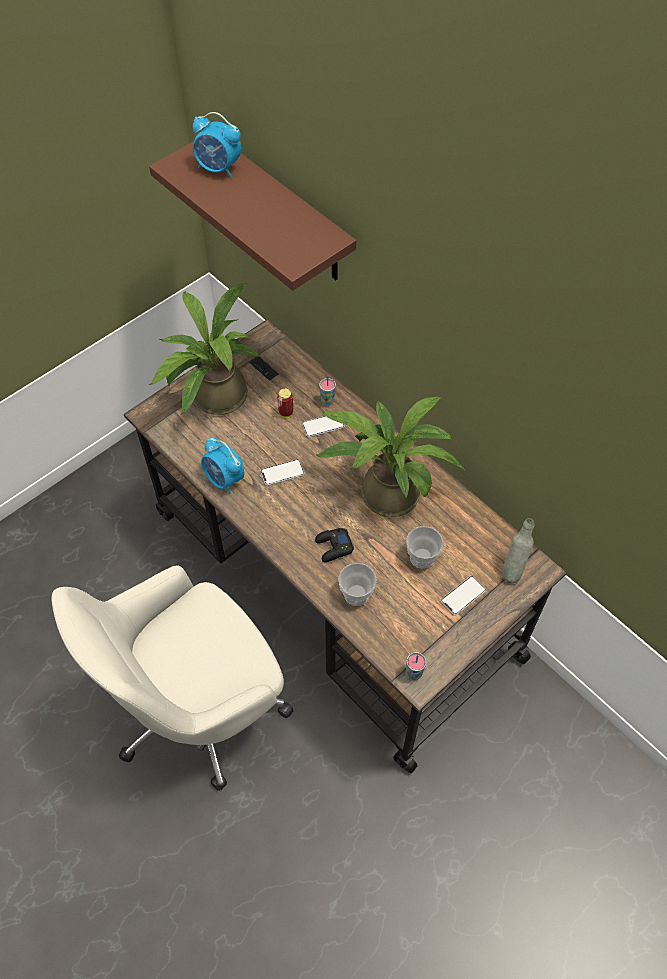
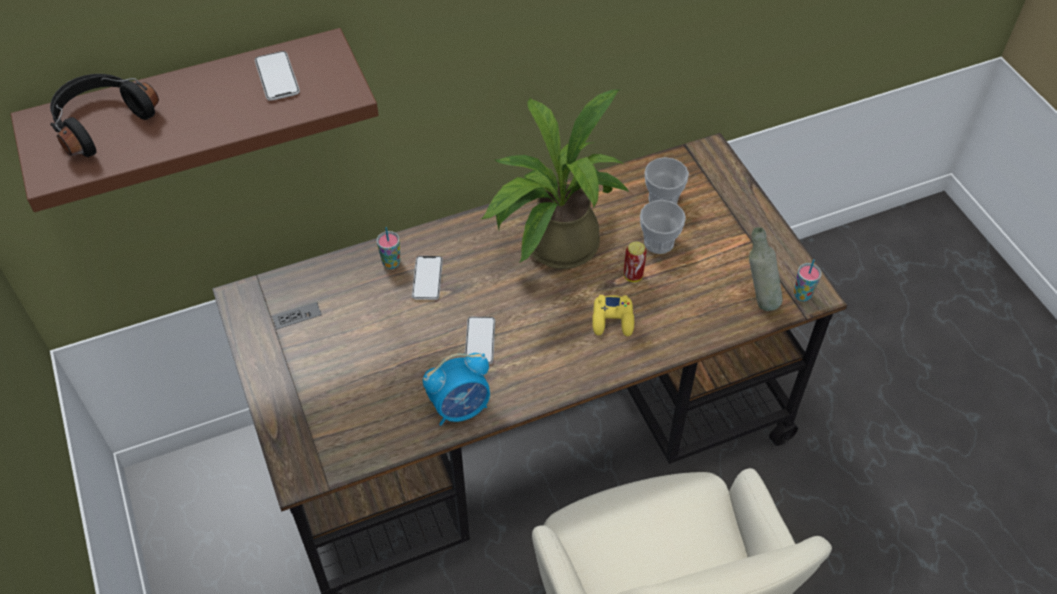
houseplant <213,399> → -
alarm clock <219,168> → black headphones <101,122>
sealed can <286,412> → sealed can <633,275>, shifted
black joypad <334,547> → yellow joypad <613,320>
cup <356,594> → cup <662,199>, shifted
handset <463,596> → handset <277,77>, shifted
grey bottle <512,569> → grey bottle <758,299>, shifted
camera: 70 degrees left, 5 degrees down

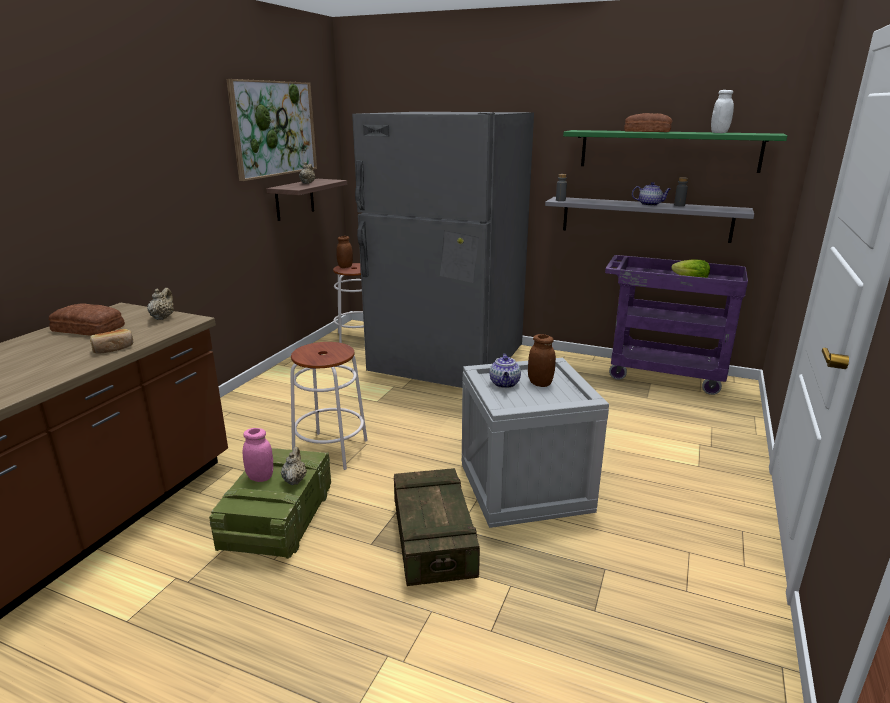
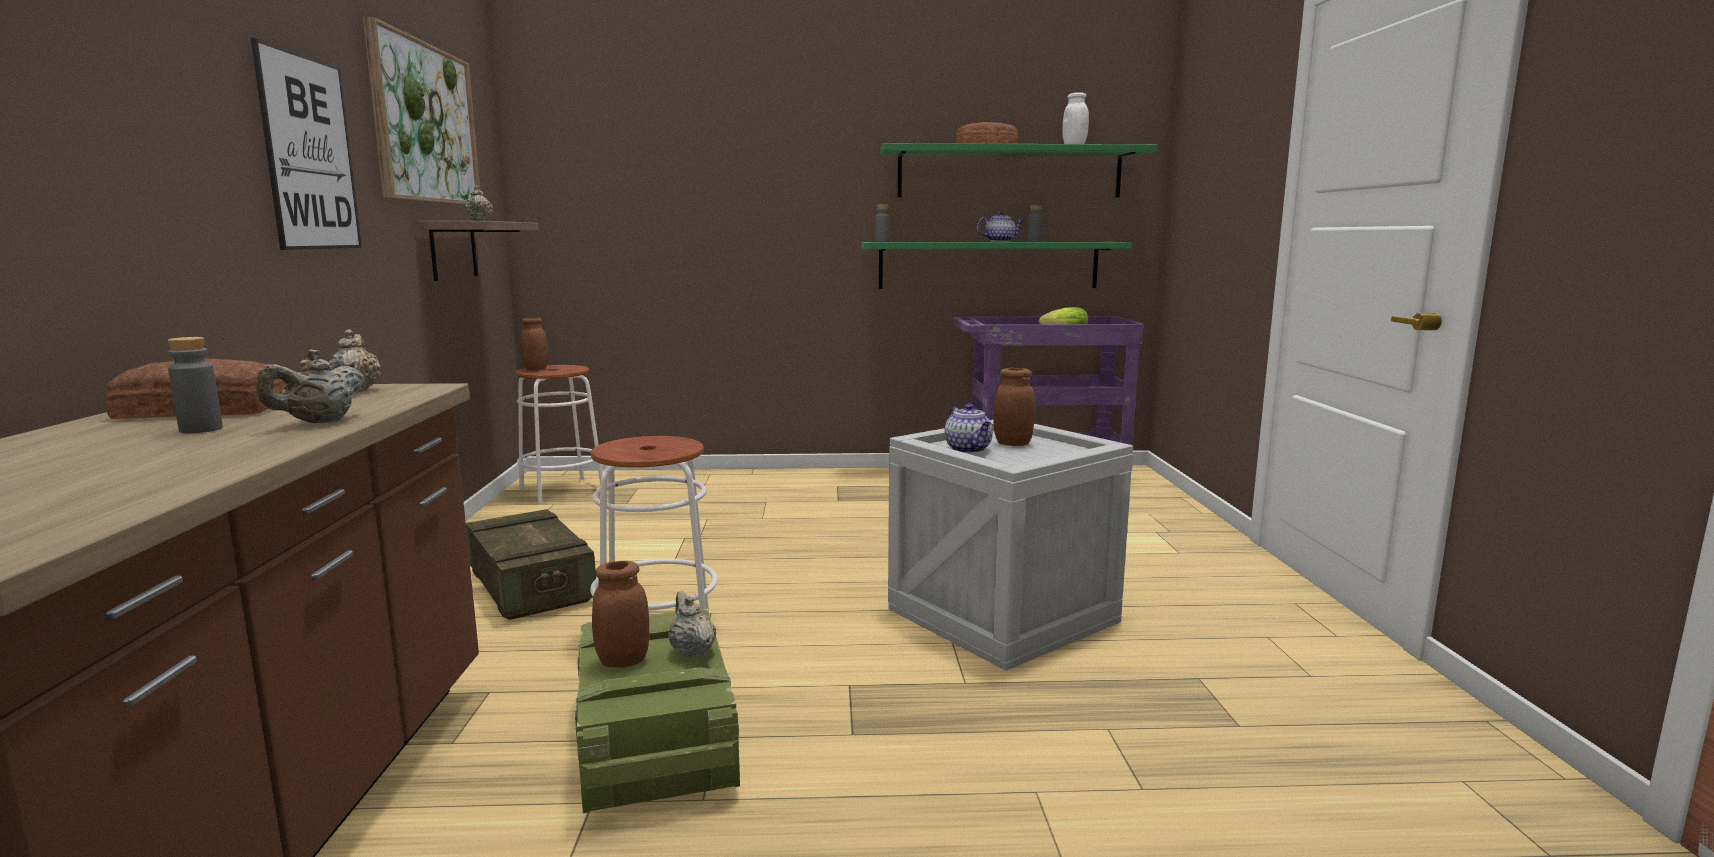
baked bread <113,348> → beige pot for tea <319,422>
pinkish preserve jar <260,477> → brown preserve jar <623,661>
grey refrigerator <448,360> → -
packing crate <433,541> → packing crate <531,587>, shifted
grey bracket shelf <645,219> → green bracket shelf <988,265>
- → grey bottle <201,429>
- → wall picture <309,153>
camera: 25 degrees left, 10 degrees down

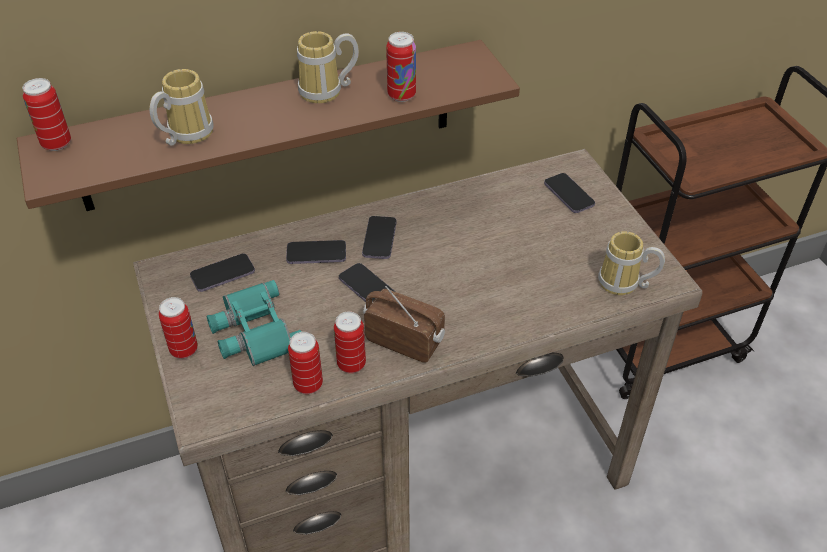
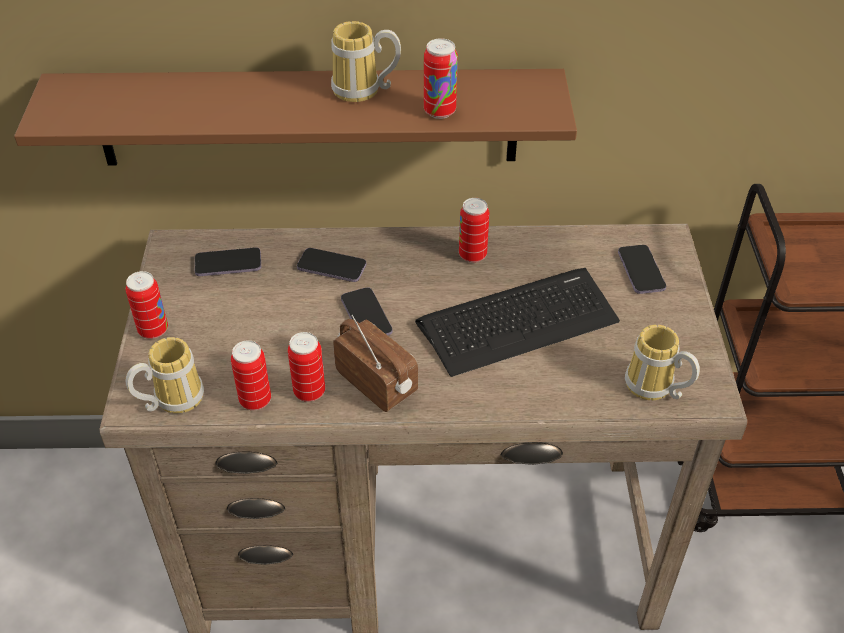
sealed can <56,144> → sealed can <472,255>, shifted
mug <185,135> → mug <172,398>, shifted
turquoise-coloured pair of binoculars <253,330> → -
handset <379,239> → -
- → keyboard <518,321>
camera: 20 degrees right, 0 degrees up

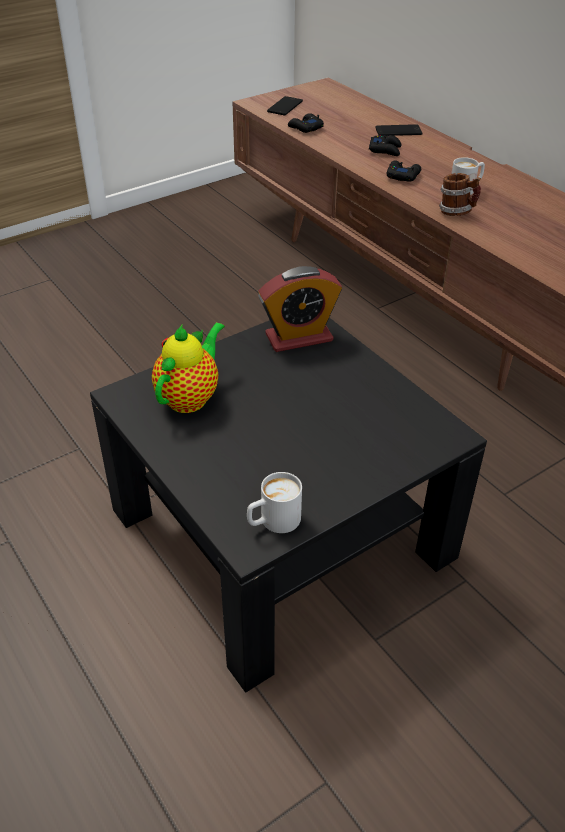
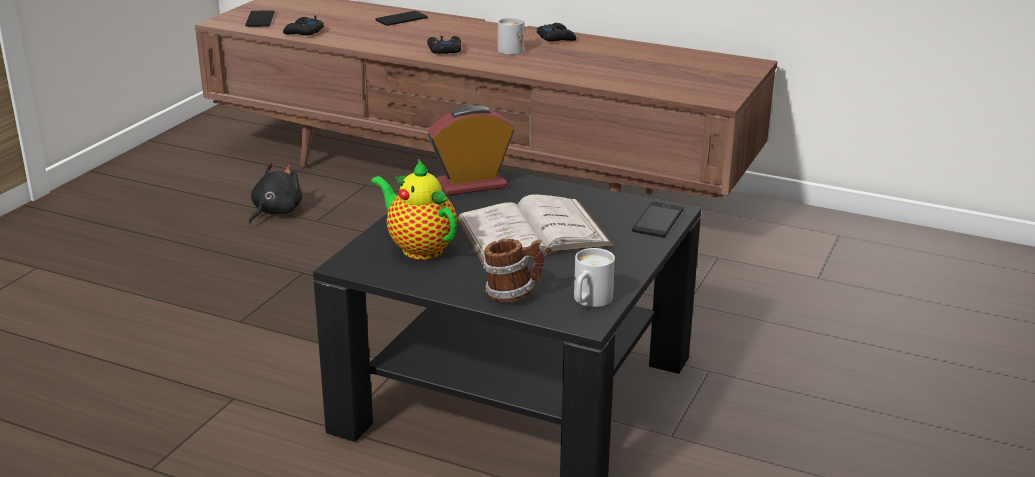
pot for tea <190,397> → pot for tea <419,248>, 45 degrees counterclockwise
alarm clock <299,337> → alarm clock <471,185>, 150 degrees counterclockwise
black joypad <385,150> → black joypad <556,38>, shifted
mug <457,212> → mug <513,294>, shifted
- → black plush toy <275,212>
- → white volume <533,232>
- → handset <658,220>
camera: 30 degrees left, 15 degrees down

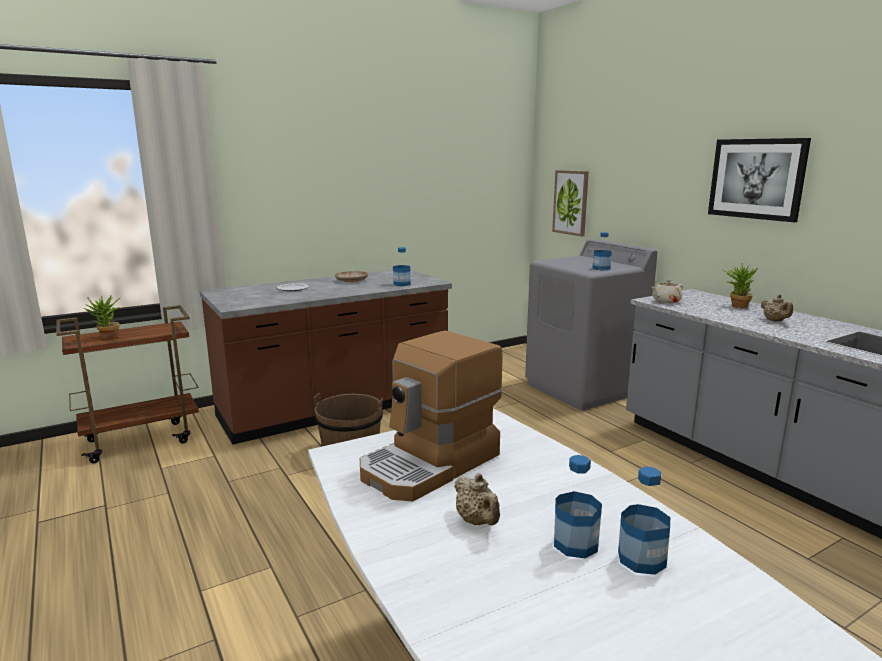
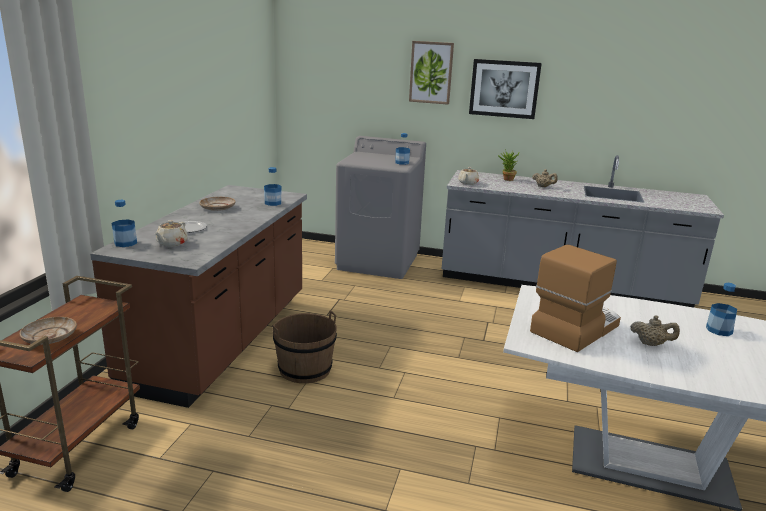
houseplant <107,338> → beige plate <49,337>
coffee maker <431,465> → coffee maker <574,328>, 135 degrees counterclockwise
wall picture <571,202> → wall picture <431,72>, shifted
bottle <575,544> → bottle <125,243>, shifted
- → beige pot for tea <171,243>
camera: 45 degrees left, 5 degrees up

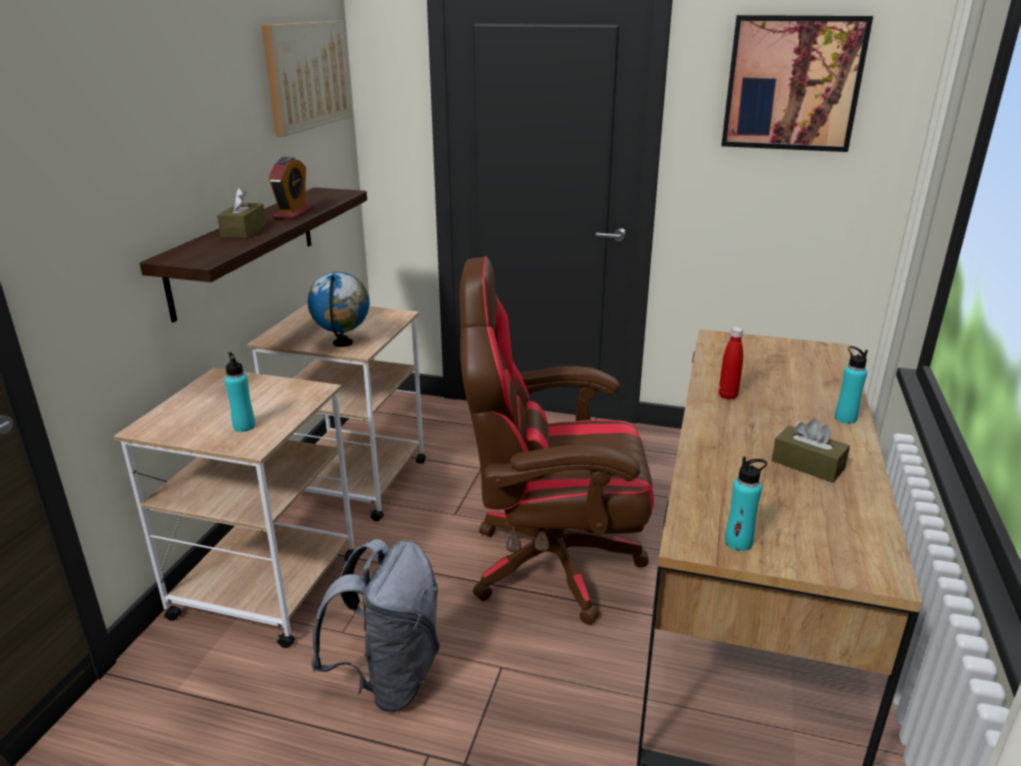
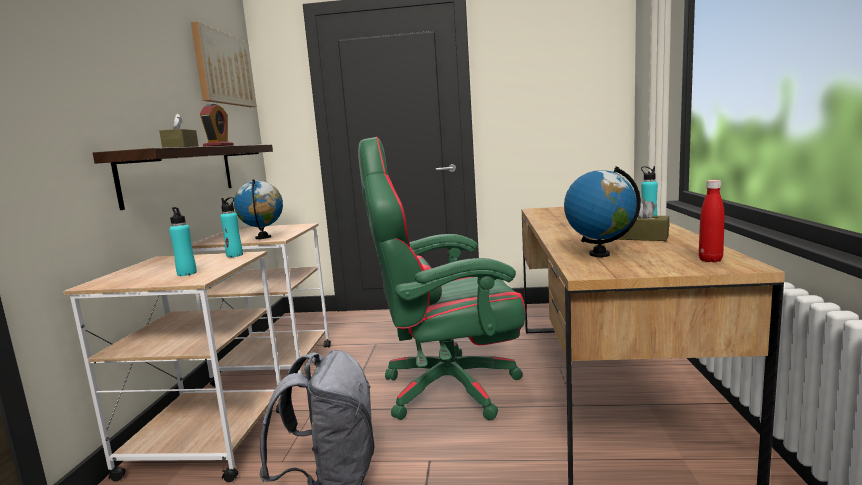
brown office chair <554,562> → green office chair <450,387>
reddish bottle <727,396> → reddish bottle <710,260>, shifted
wall picture <792,83> → -
turquoise-coloured bottle <738,542> → turquoise-coloured bottle <234,255>, shifted
- → globe <599,254>
camera: 10 degrees left, 15 degrees down

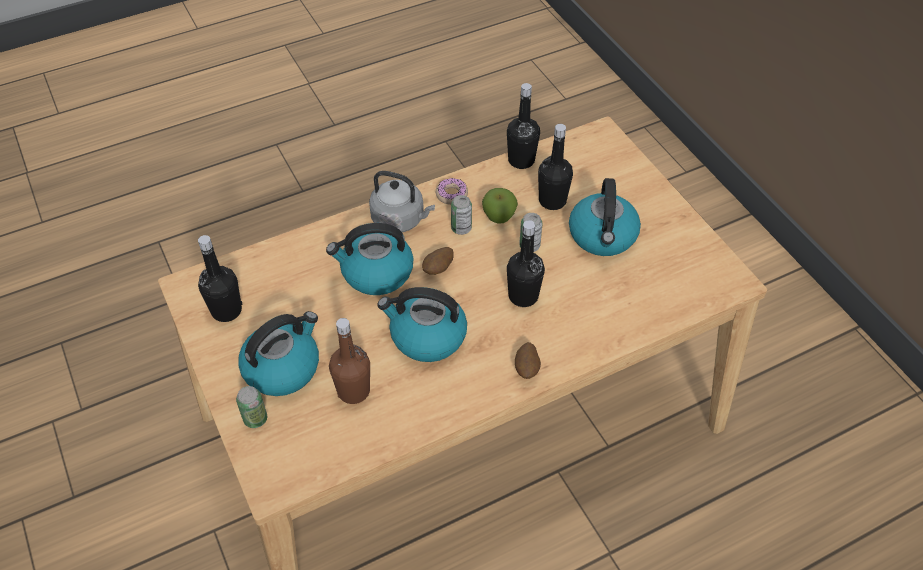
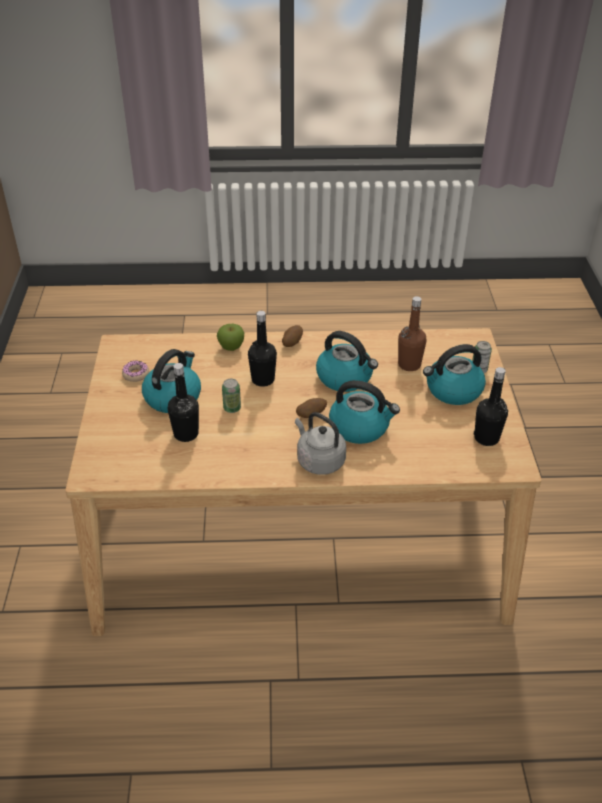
donut <451,194> → donut <136,374>, shifted
sealed can <461,228> → -
whole apple <499,217> → whole apple <231,347>, shifted
black bottle <521,160> → -
camera: 155 degrees left, 10 degrees down

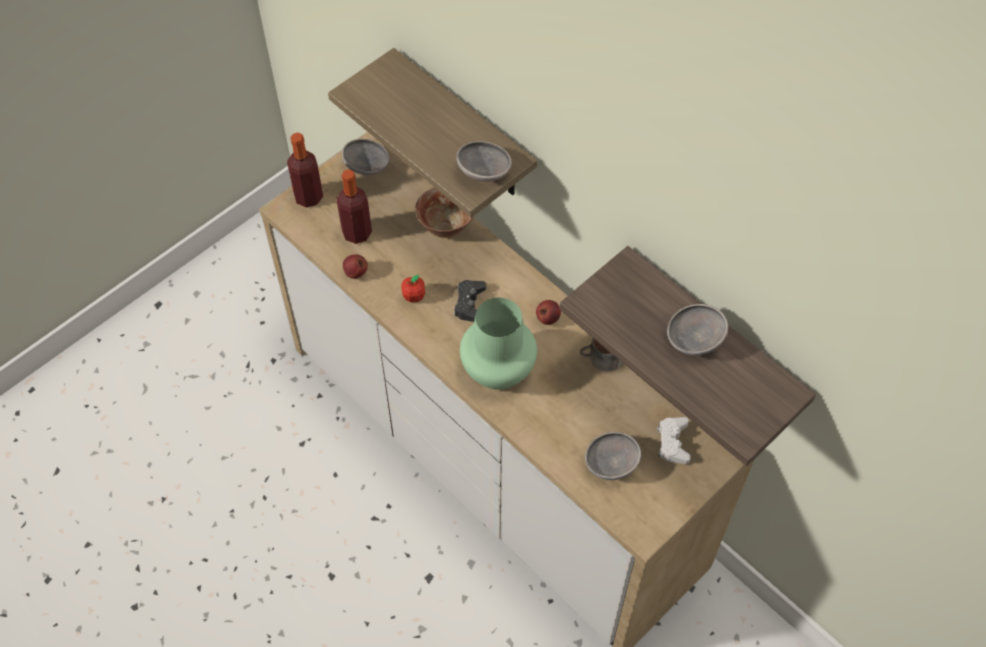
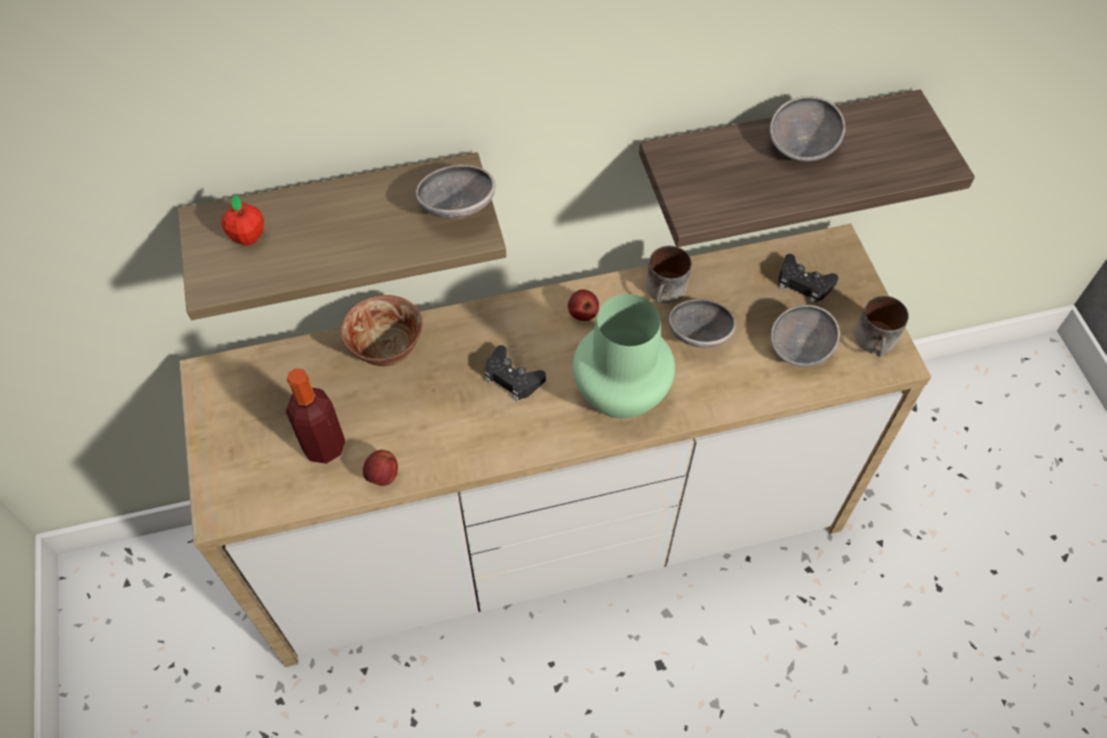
bottle <309,197> → -
grey deep dish <367,166> → grey deep dish <699,334>, shifted
whole apple <414,296> → whole apple <248,236>, shifted
white joypad <673,443> → black joypad <803,283>
- → mug <877,342>
camera: 60 degrees left, 0 degrees up

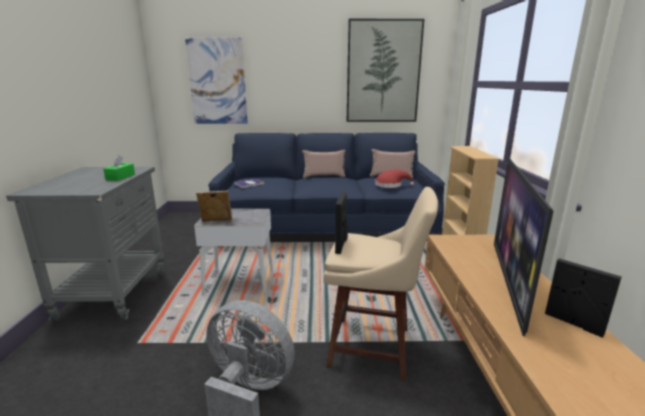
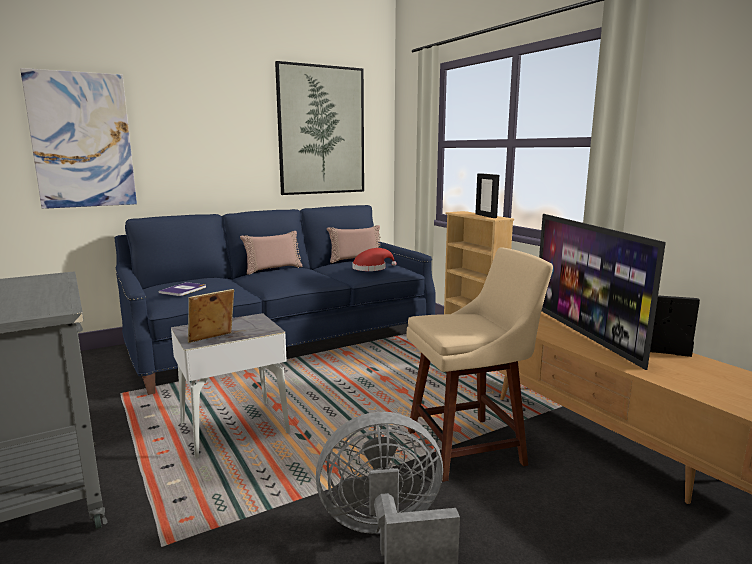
green tissue holder <120,177> → -
photo frame <341,245> → photo frame <486,216>, shifted
camera: 30 degrees left, 5 degrees down

